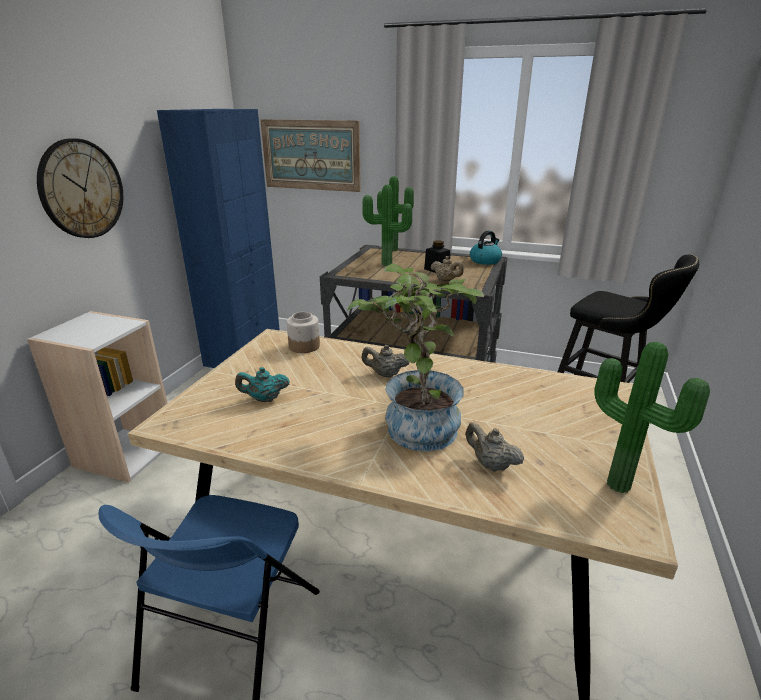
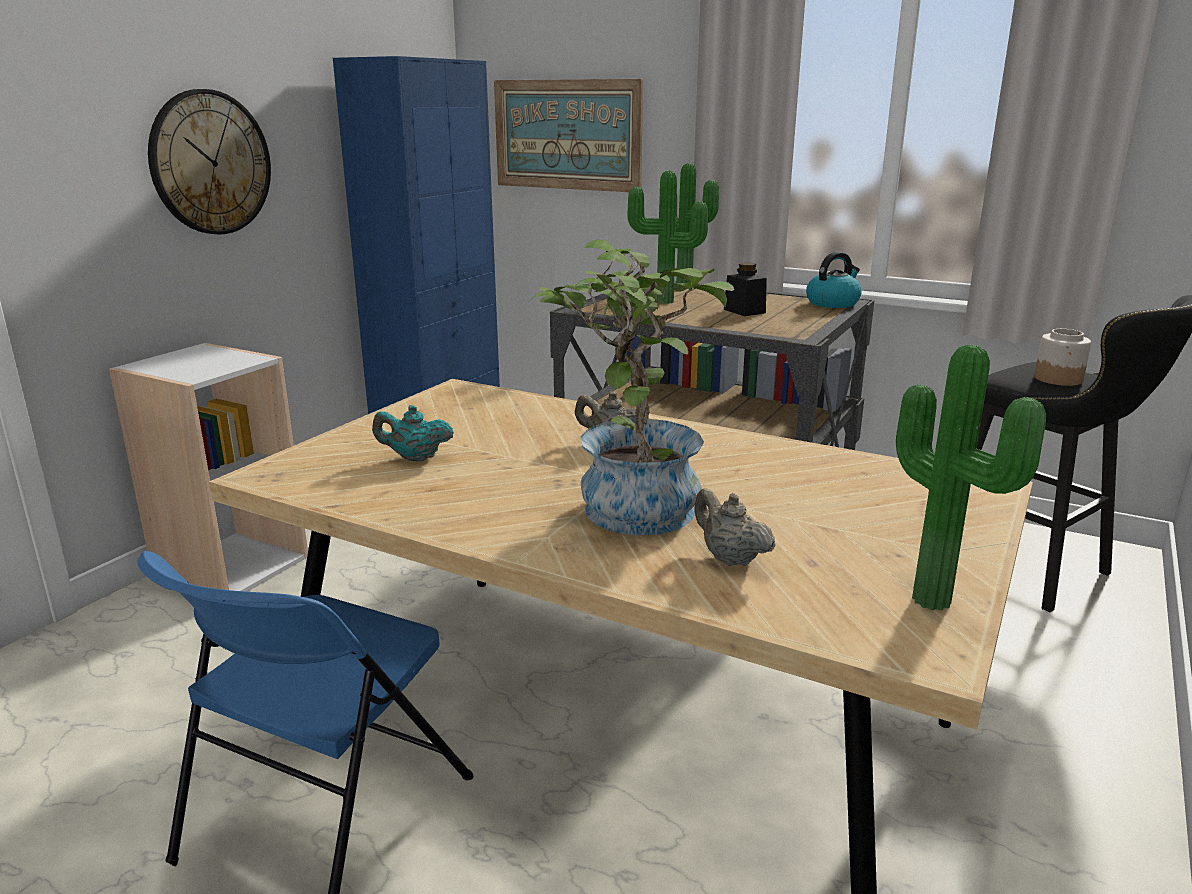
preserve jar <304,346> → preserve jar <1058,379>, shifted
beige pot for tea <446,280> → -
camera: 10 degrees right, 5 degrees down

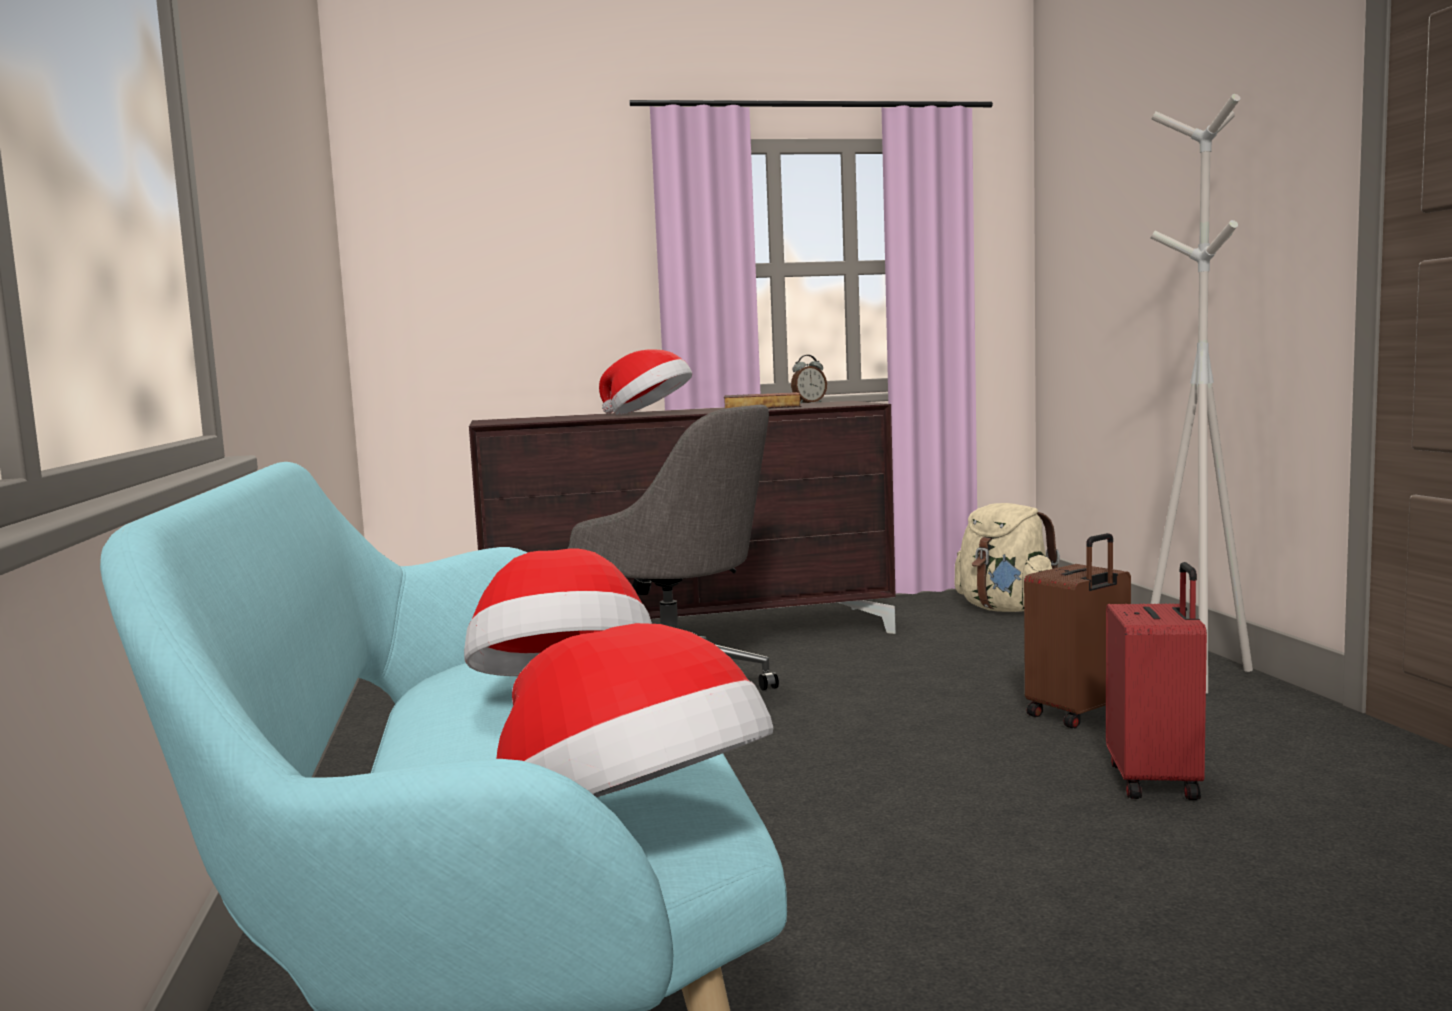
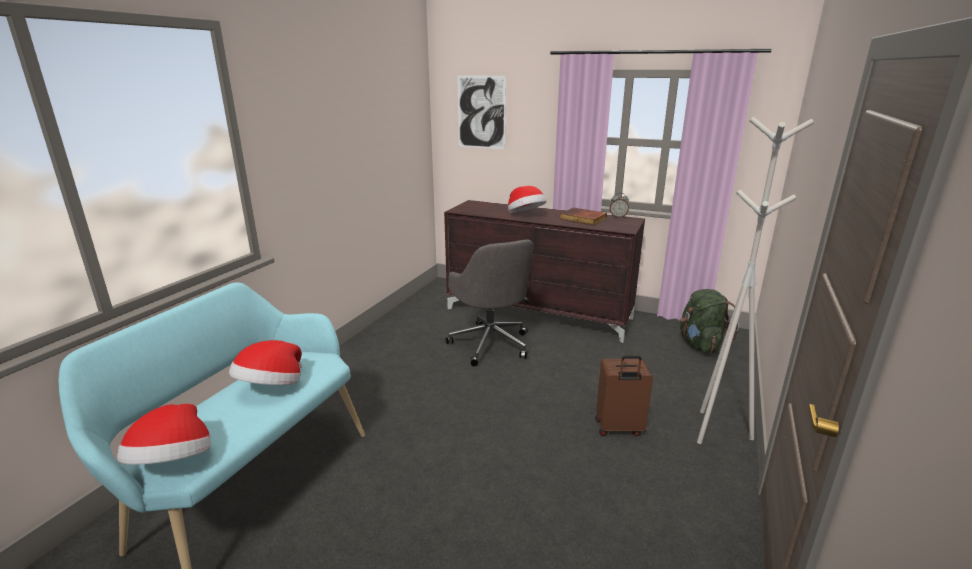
beige rucksack <1006,609> → green rucksack <700,345>
reddish suitcase <1156,781> → -
- → wall picture <481,112>
camera: 35 degrees right, 15 degrees up

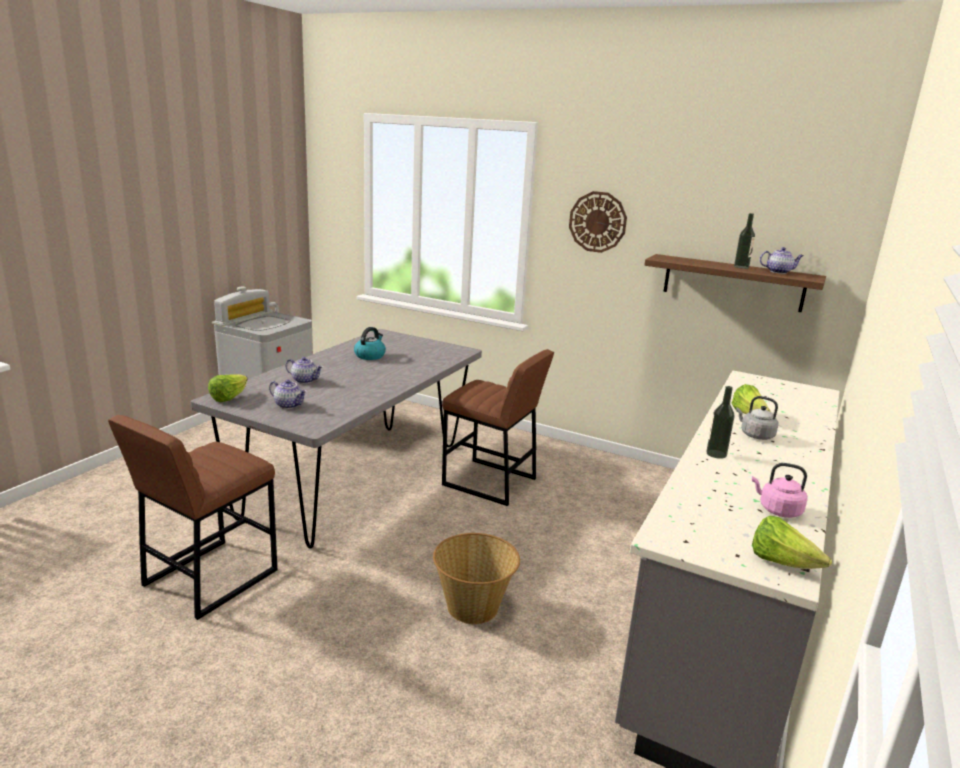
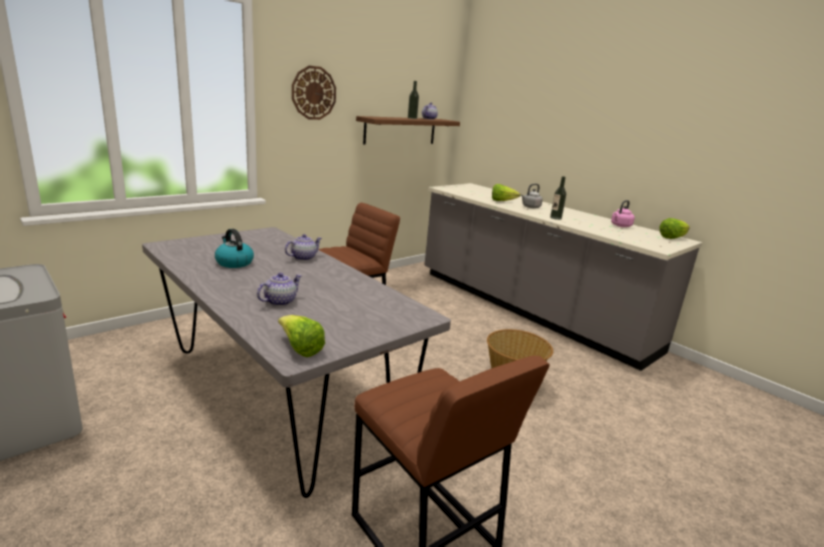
pot for tea <289,405> → pot for tea <303,257>, shifted
camera: 70 degrees left, 0 degrees up

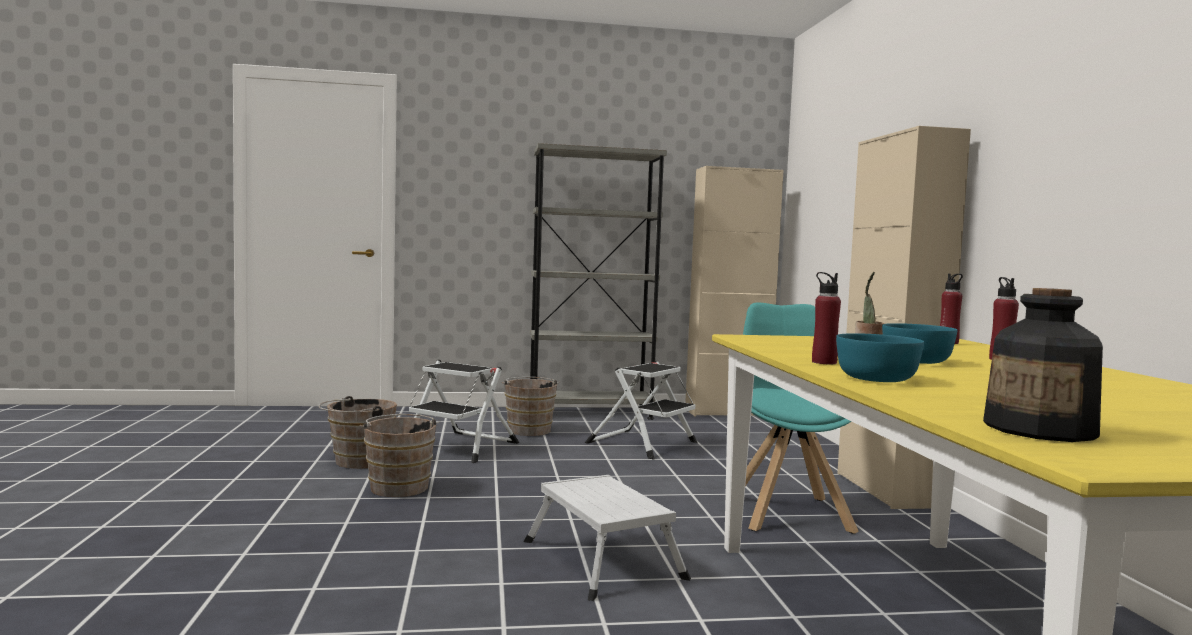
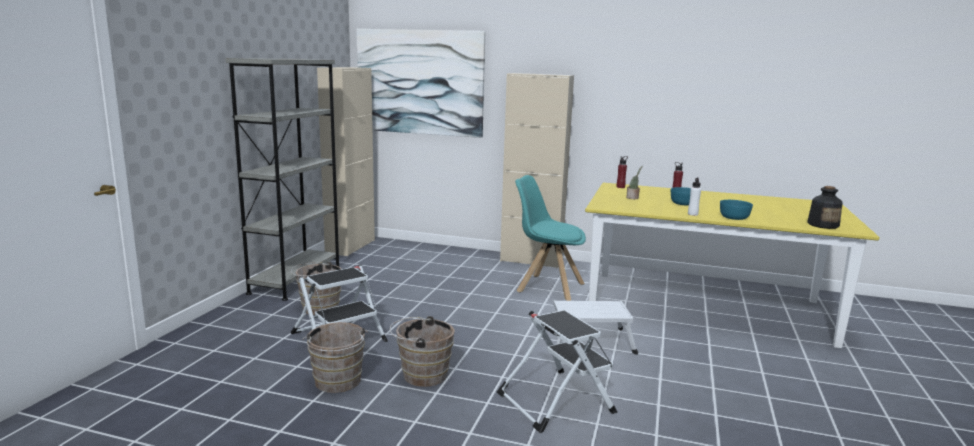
stepladder <642,443> → stepladder <556,400>, shifted
reddish bottle <824,362> → white bottle <692,214>
- → wall picture <420,82>
camera: 65 degrees left, 10 degrees up

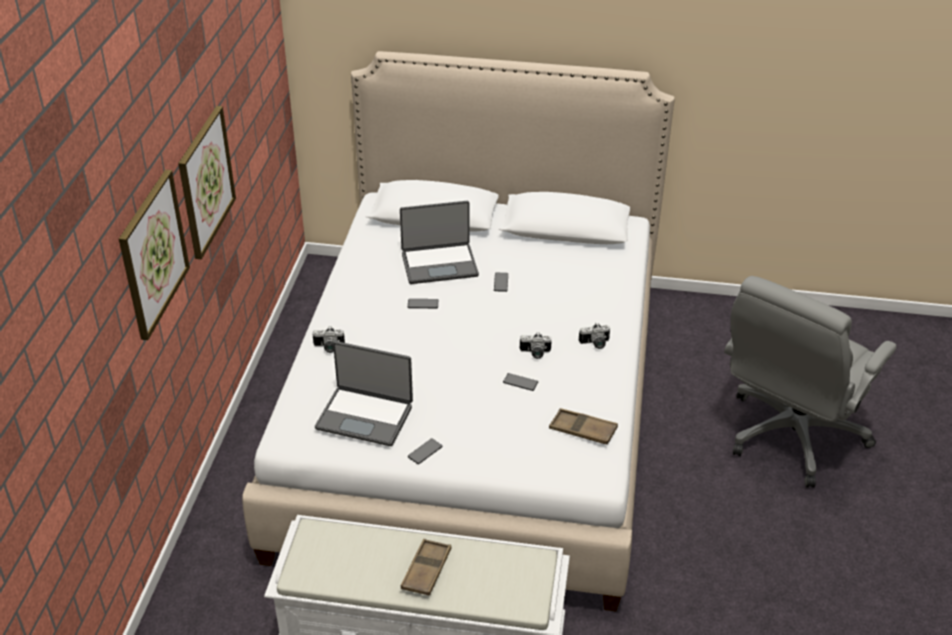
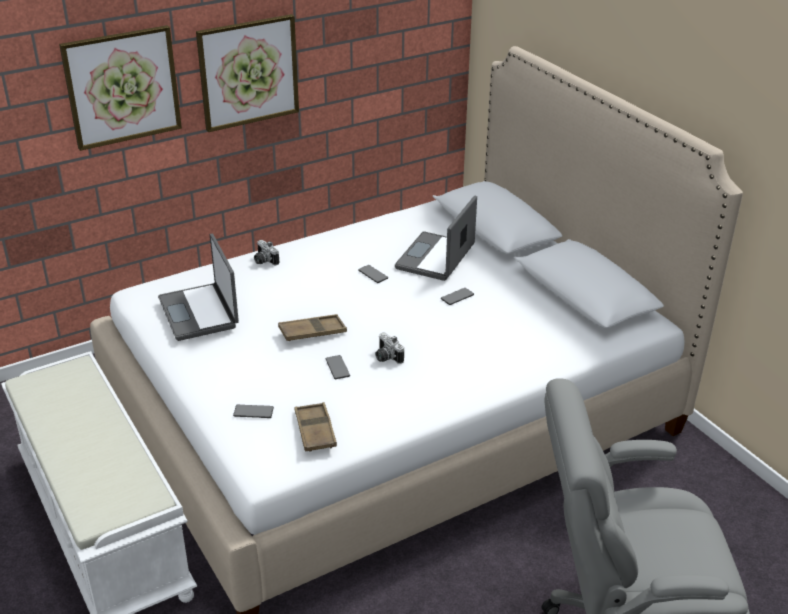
notebook computer <439,264> → notebook computer <436,258>, 75 degrees clockwise
brown serving tray <426,570> → brown serving tray <312,332>, shifted
handset <425,452> → handset <253,412>, shifted
photo camera <595,344> → -
camera: 50 degrees right, 5 degrees down

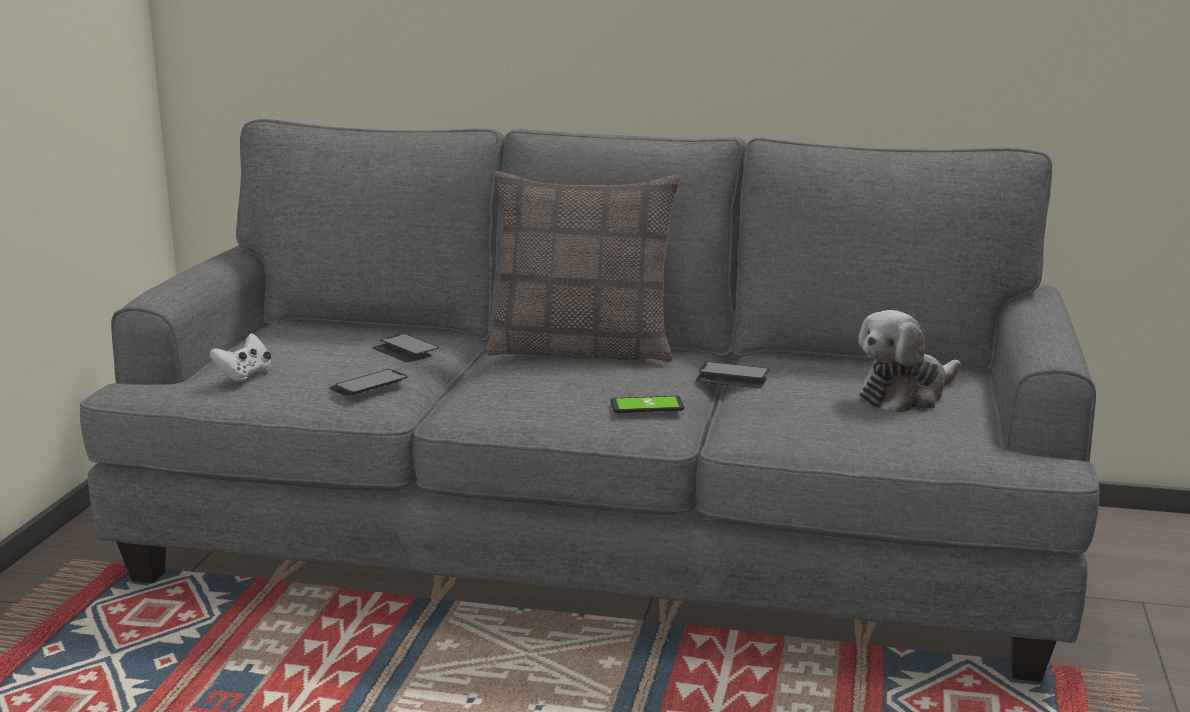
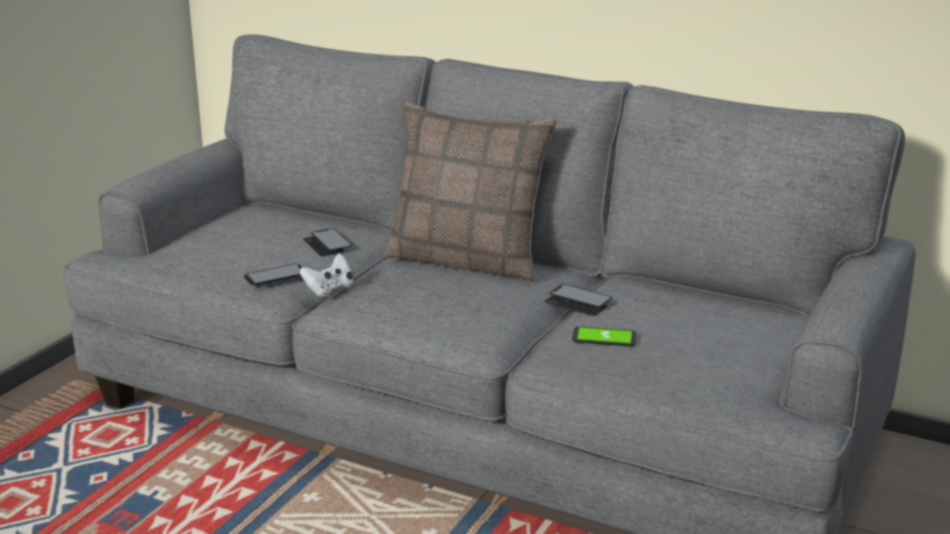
white joypad <244,375> → white joypad <329,290>, shifted
handset <647,406> → handset <604,338>, shifted
plush toy <905,395> → -
camera: 15 degrees right, 5 degrees up

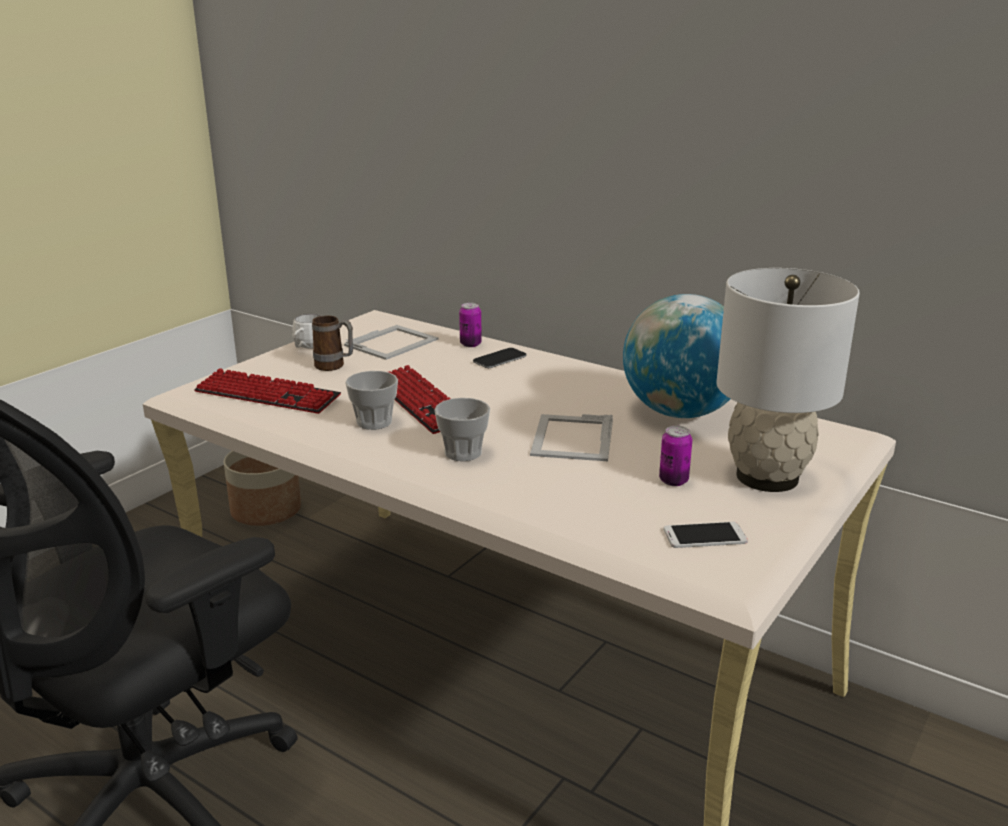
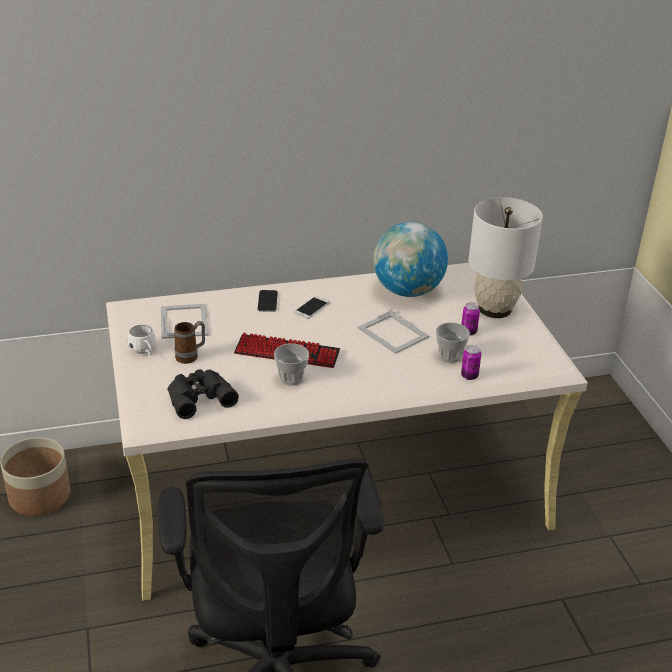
keyboard <267,395> → black pair of binoculars <198,396>
cup <463,452> → cup <450,356>, shifted
sealed can <470,344> → sealed can <469,376>, shifted
handset <705,536> → handset <312,307>, shifted
camera: 50 degrees left, 10 degrees up

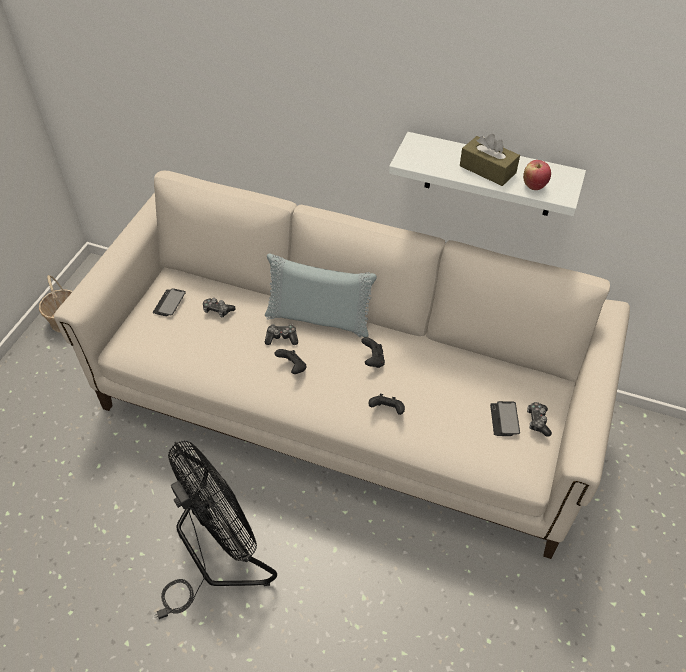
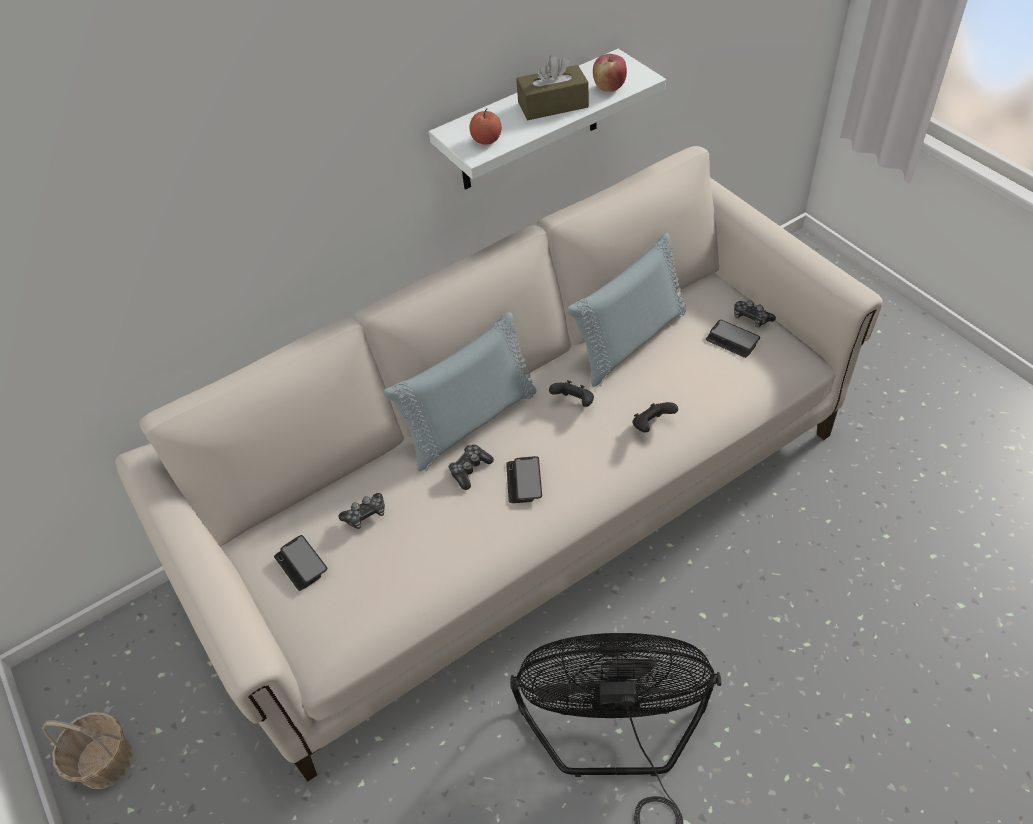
black joypad <292,367> → handset <524,481>
- → whole apple <486,140>
- → blue-coloured pillow <629,341>
camera: 50 degrees left, 0 degrees up

